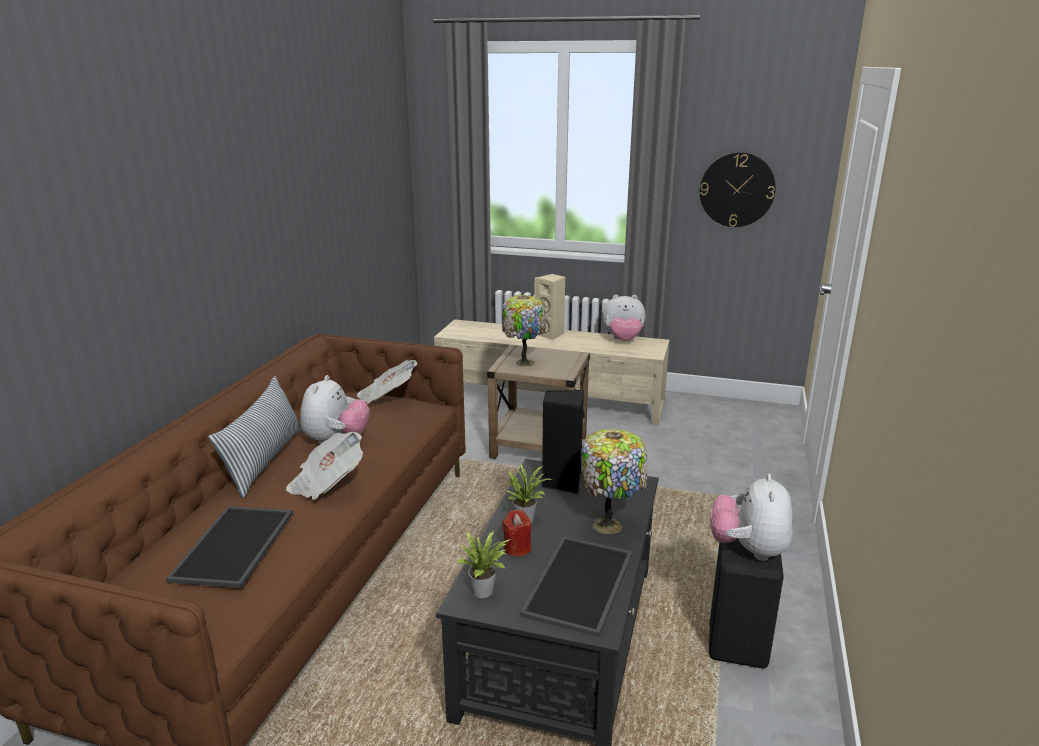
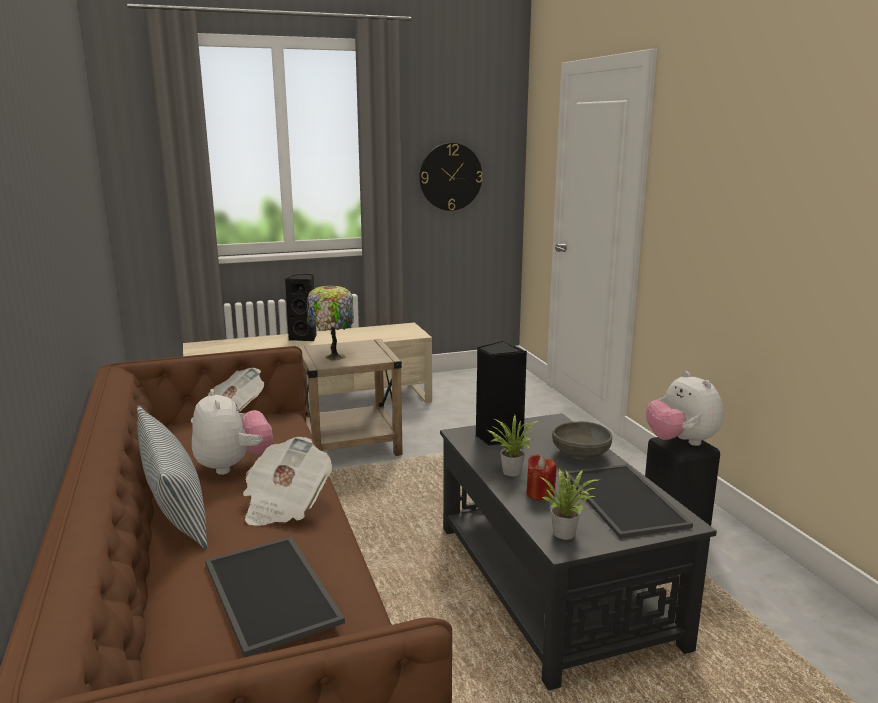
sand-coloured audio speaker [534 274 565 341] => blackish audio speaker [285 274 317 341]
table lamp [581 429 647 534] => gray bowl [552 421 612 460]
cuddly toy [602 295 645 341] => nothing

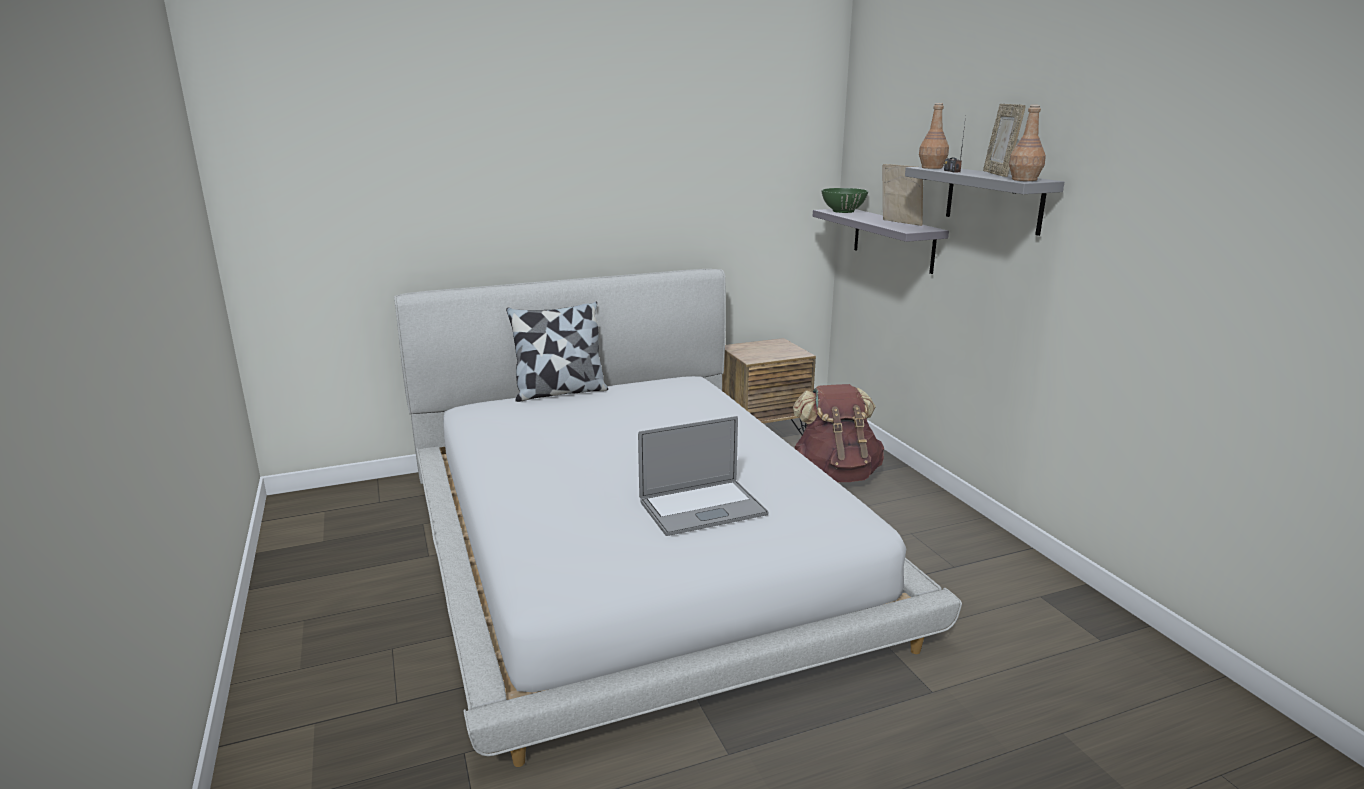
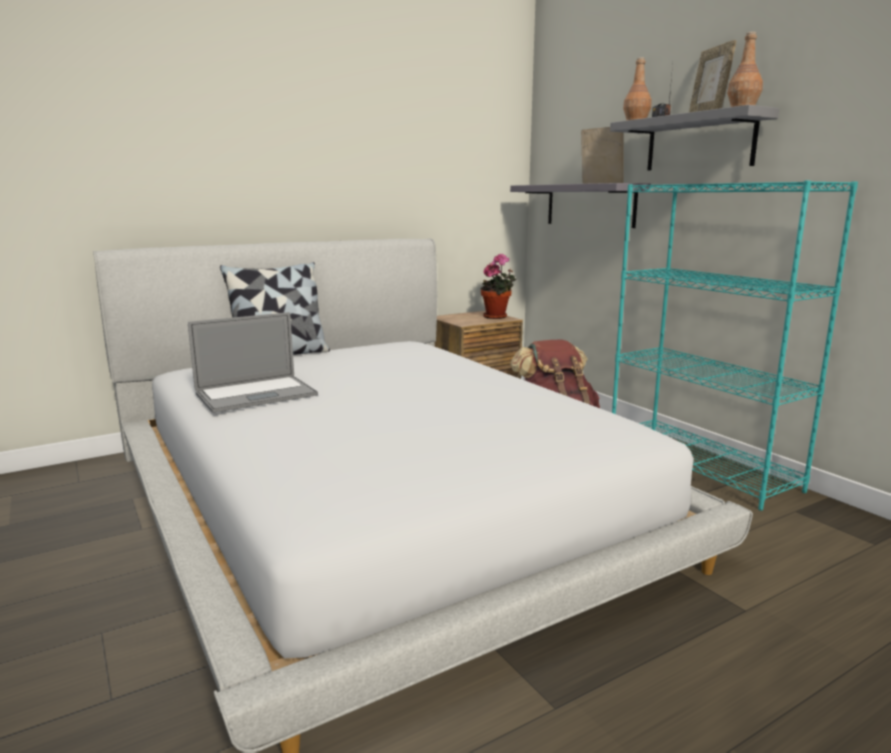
notebook computer [638 416 768 536] => notebook computer [188 312 318 413], relocated
nothing => plant in a pot [481 254 516 319]
nothing => blue-green shelving unit [612 180 858 511]
green-coloured bowl [821 188 868 213] => nothing

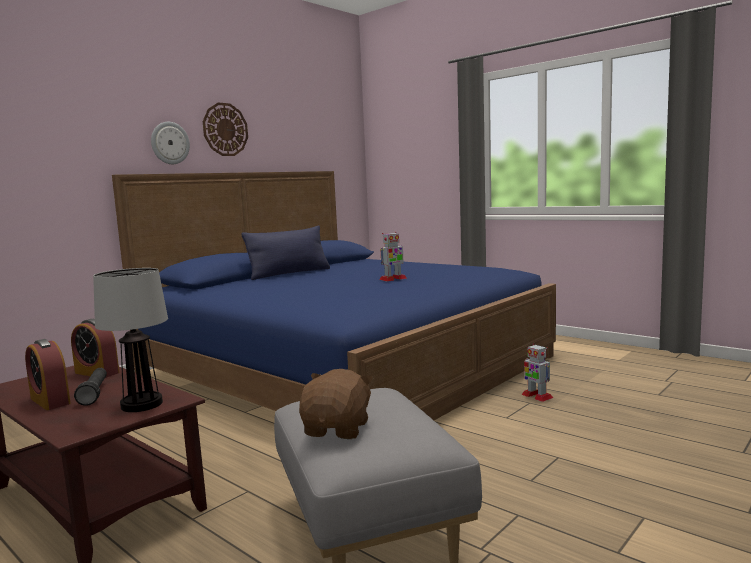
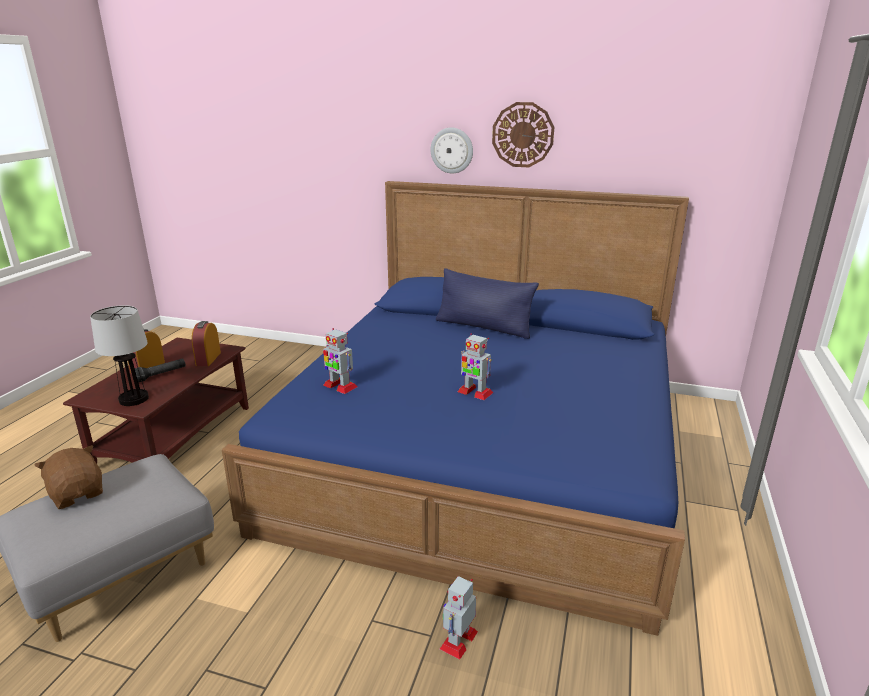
brown cuddly toy [299 369 373 439] => brown cuddly toy [34 445 103 509], 120 degrees counterclockwise
nothing => model robot [323 328 357 394]

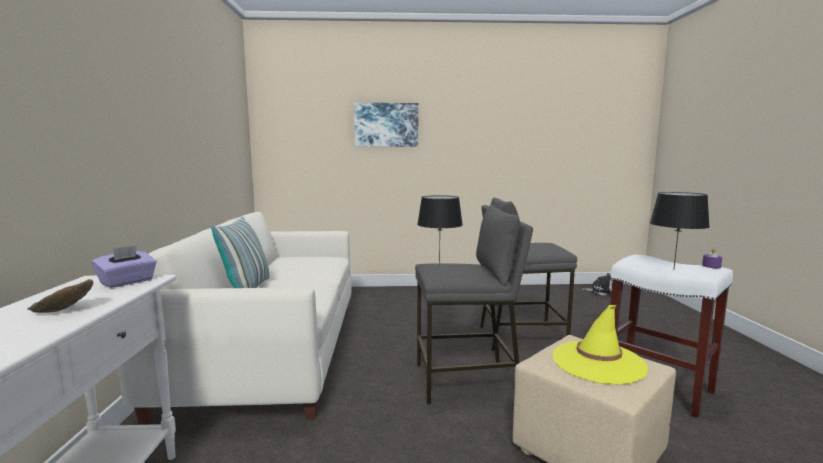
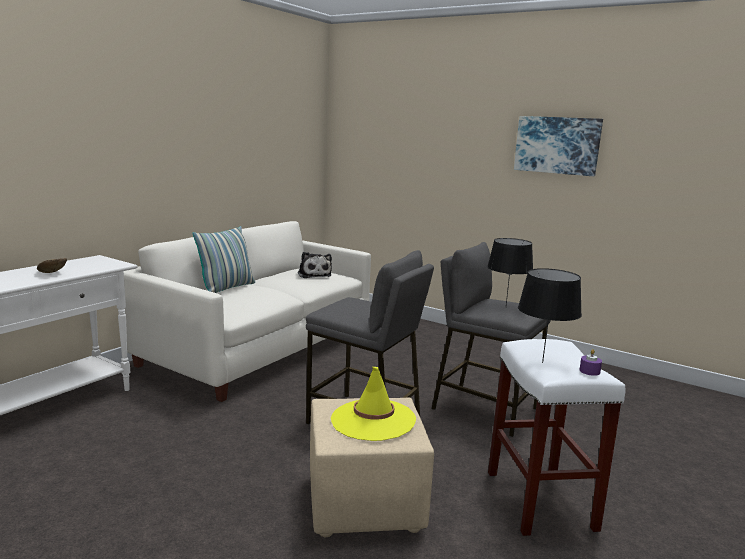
cuddly toy [582 273 613 296] => cuddly toy [298 252 332 278], relocated
blackish table lamp [417 195 463 265] => blackish table lamp [487 238 533 305], relocated
wall art [354 103 418 147] => wall art [514 116 603 176], relocated
purplish box of tissues [92 245 157 288] => nothing

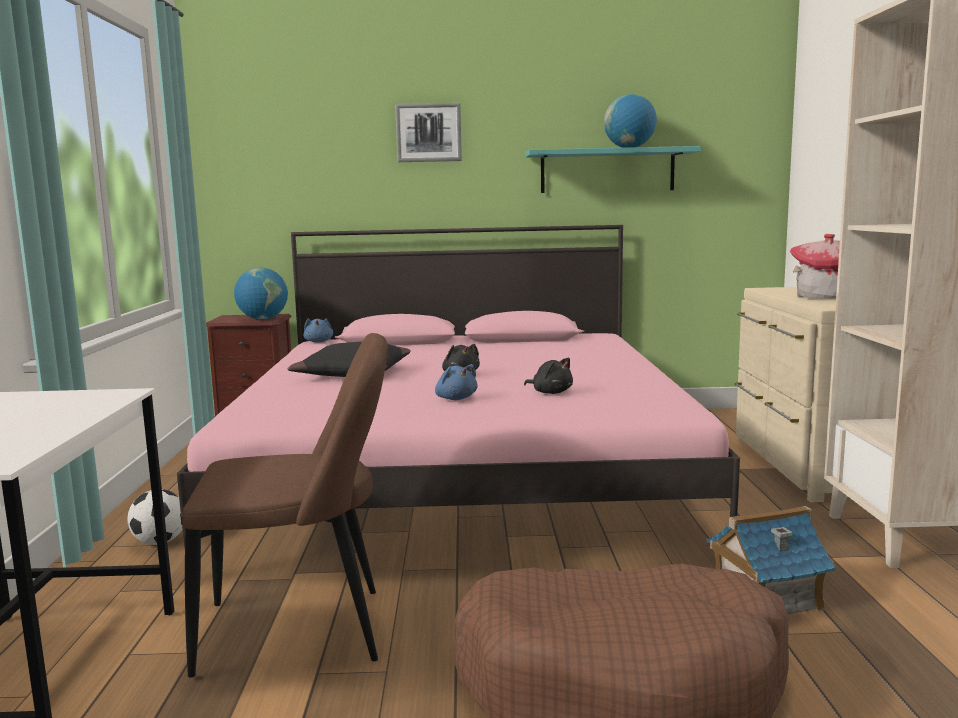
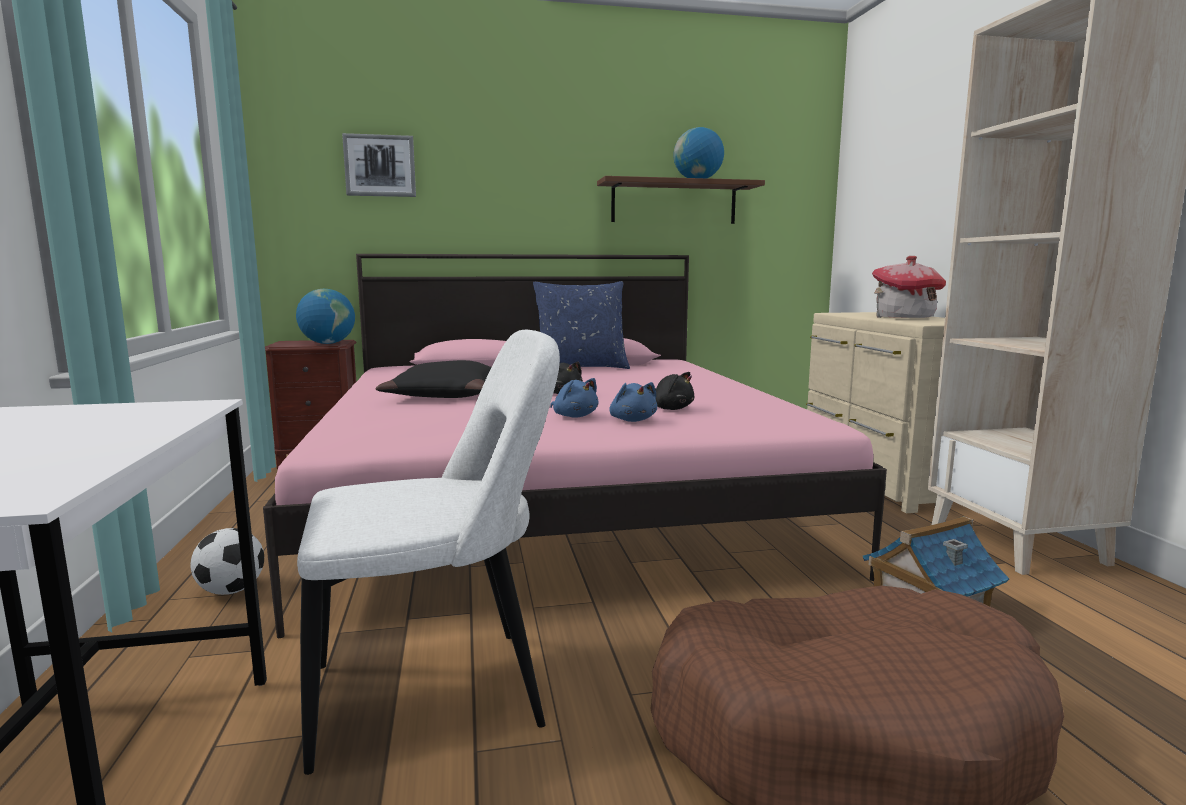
brown upright chair [182 333 388 678] => white upright chair [297 330 560 775]
wall art [395 103 462 162] => wall art [342 133 416 197], relocated
nothing => blue throw pillow [533 281 630 369]
blue-green shelf [526 146 701 193] => brown shelf [597 176 765 224]
blue cuddly toy [303 318 333 343] => blue cuddly toy [609 382 657 422], relocated

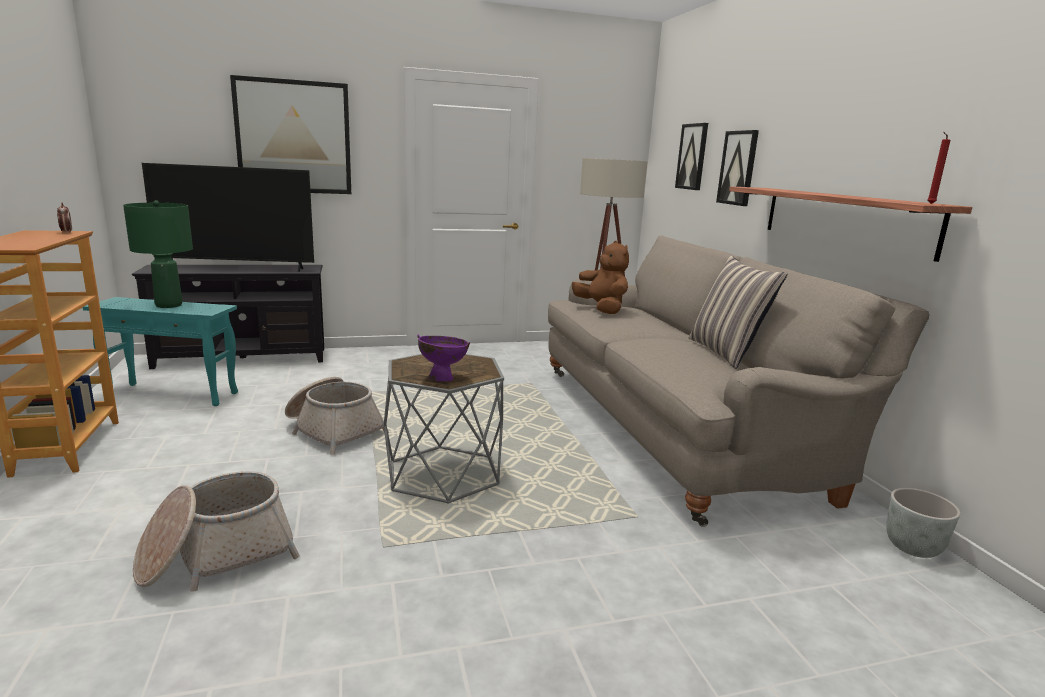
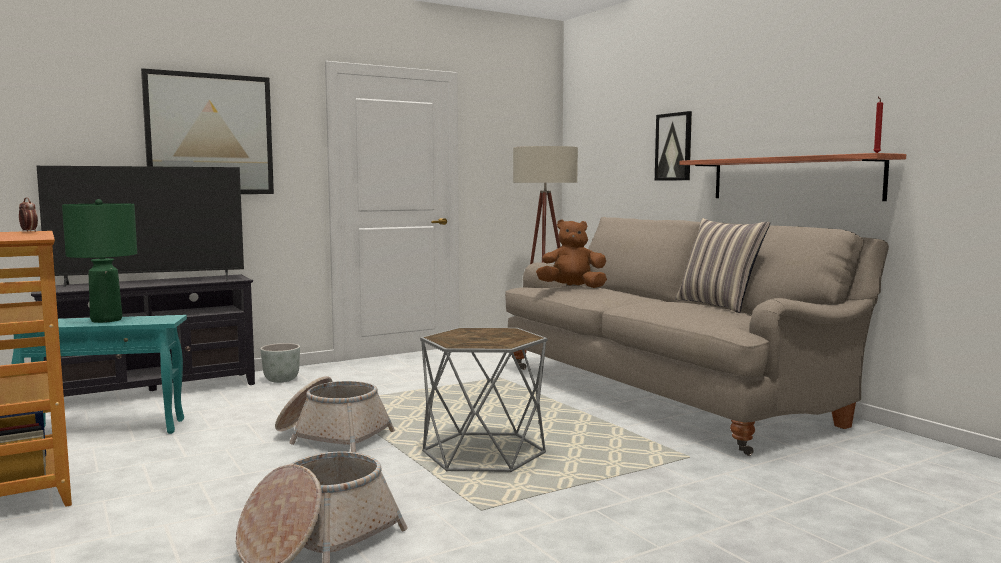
gray planter [886 488 960 558] => gray planter [260 343 300 383], relocated
brown cuddly toy [572 241 629 314] => brown cuddly toy [536 219 607 288], 45 degrees counterclockwise
purplish bowl [417 335 470 382] => nothing
wall art [675 123 708 190] => nothing

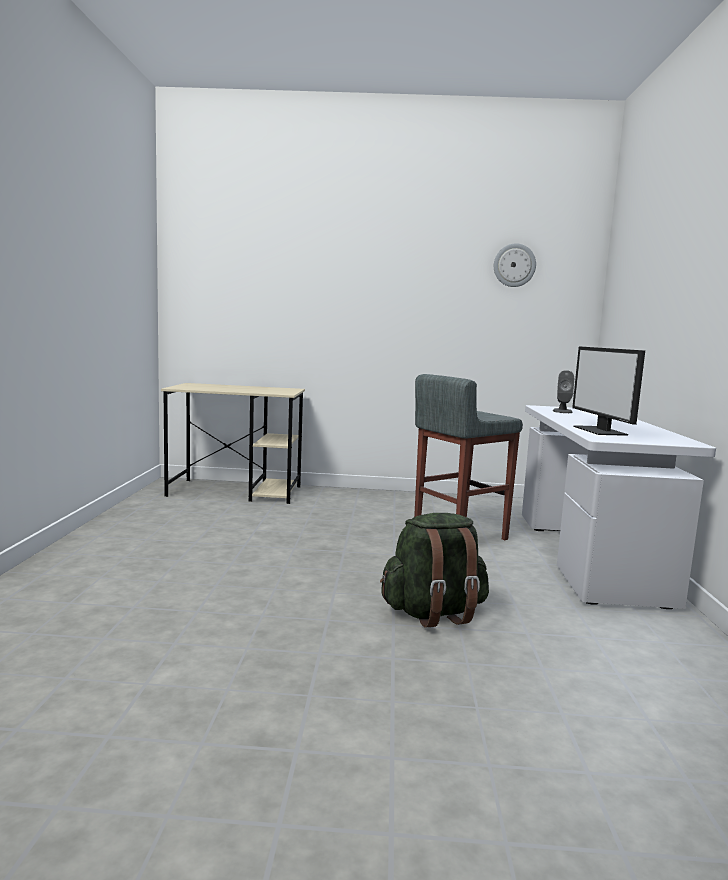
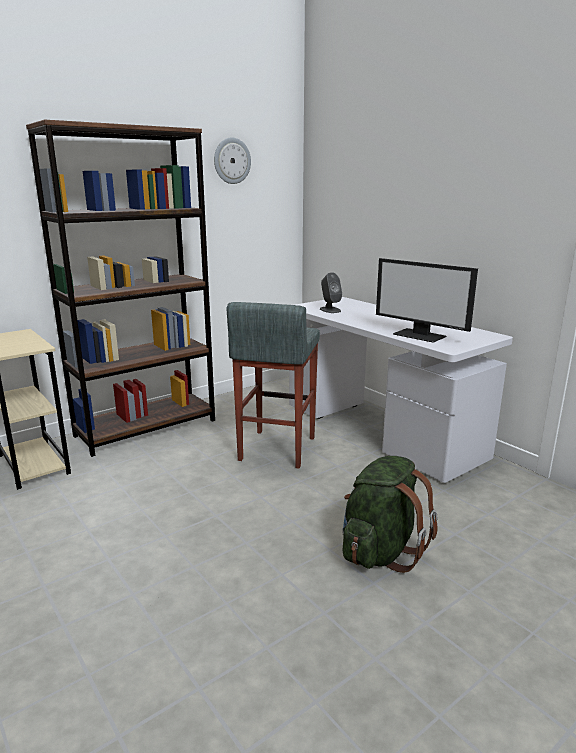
nothing => brown shelving unit [26 120 215 457]

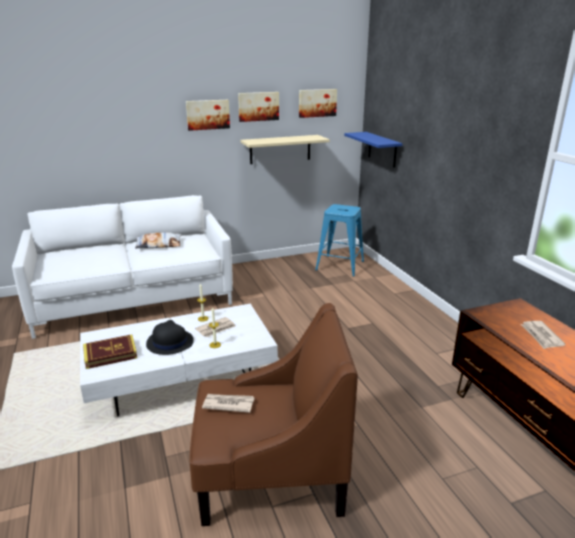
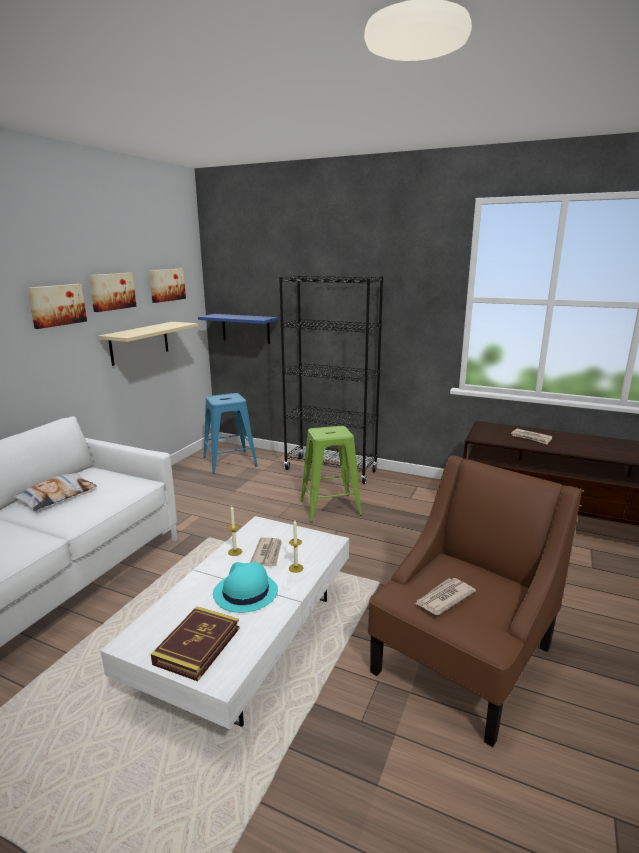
blackish clothing hat [146 320 194 355] => blue-green clothing hat [213 562 278 613]
nothing => blackish shelving unit [279 275 384 484]
nothing => green-coloured sitting stool [300 426 362 522]

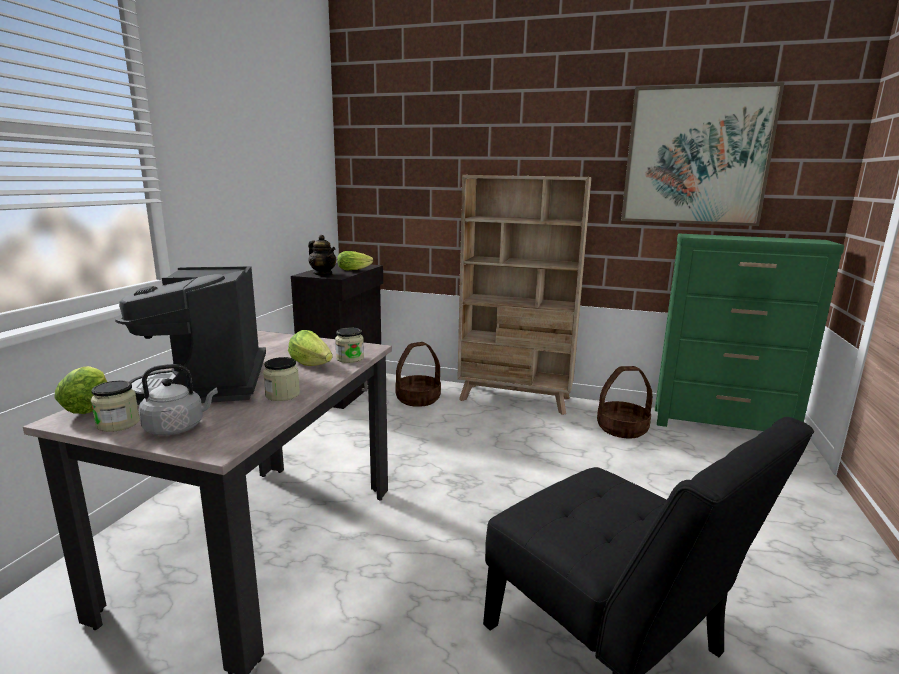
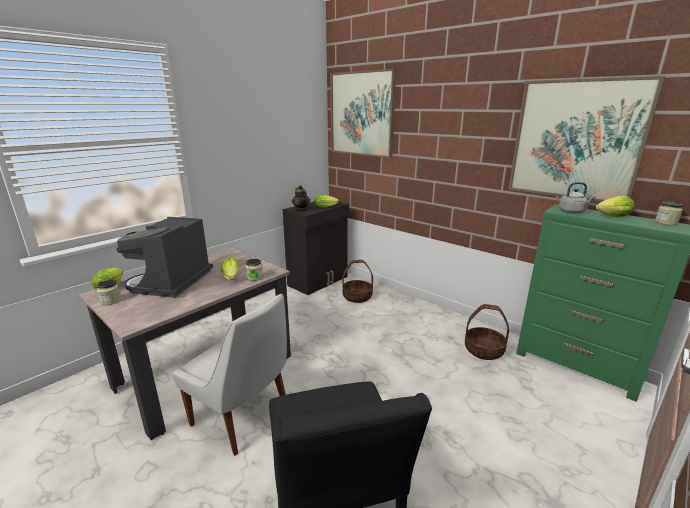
nothing => white upright chair [172 294 287 456]
nothing => wall art [330 69 396 158]
gray tea kettle [139 364 218 435] => gray tea kettle [559 182 595 213], relocated
nothing => head of lettuce [596 196 634 217]
storage jar [263 357 300 401] => storage jar [655 202 683 225], relocated
sand-coloured shelving unit [457 175 592 415] => nothing

